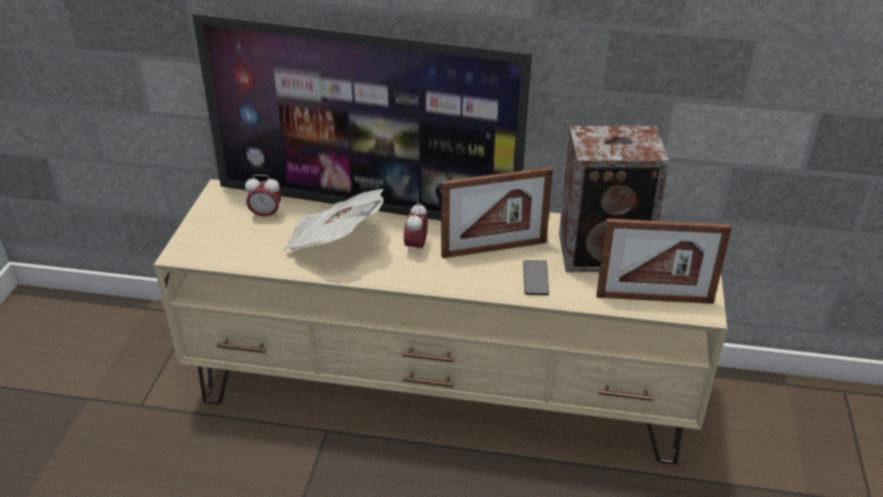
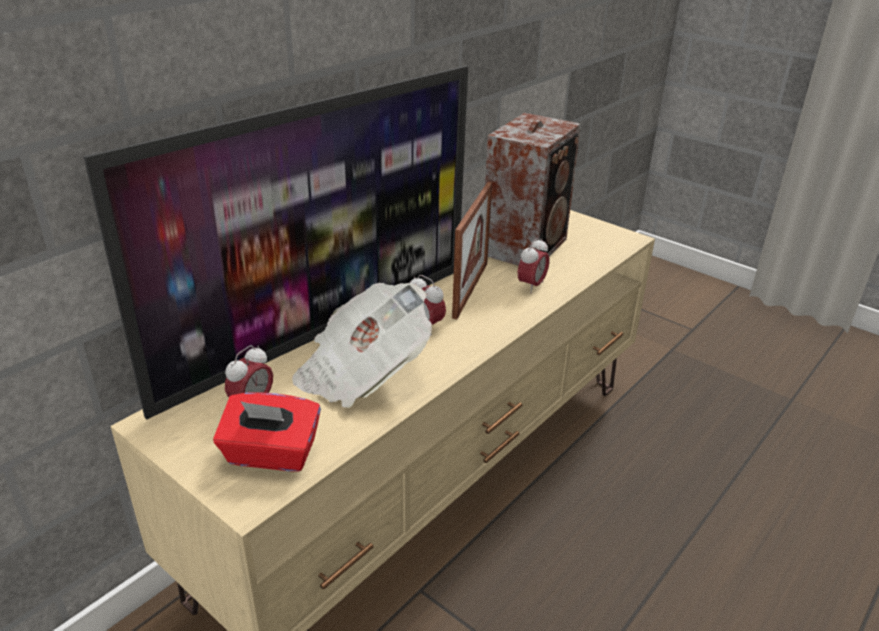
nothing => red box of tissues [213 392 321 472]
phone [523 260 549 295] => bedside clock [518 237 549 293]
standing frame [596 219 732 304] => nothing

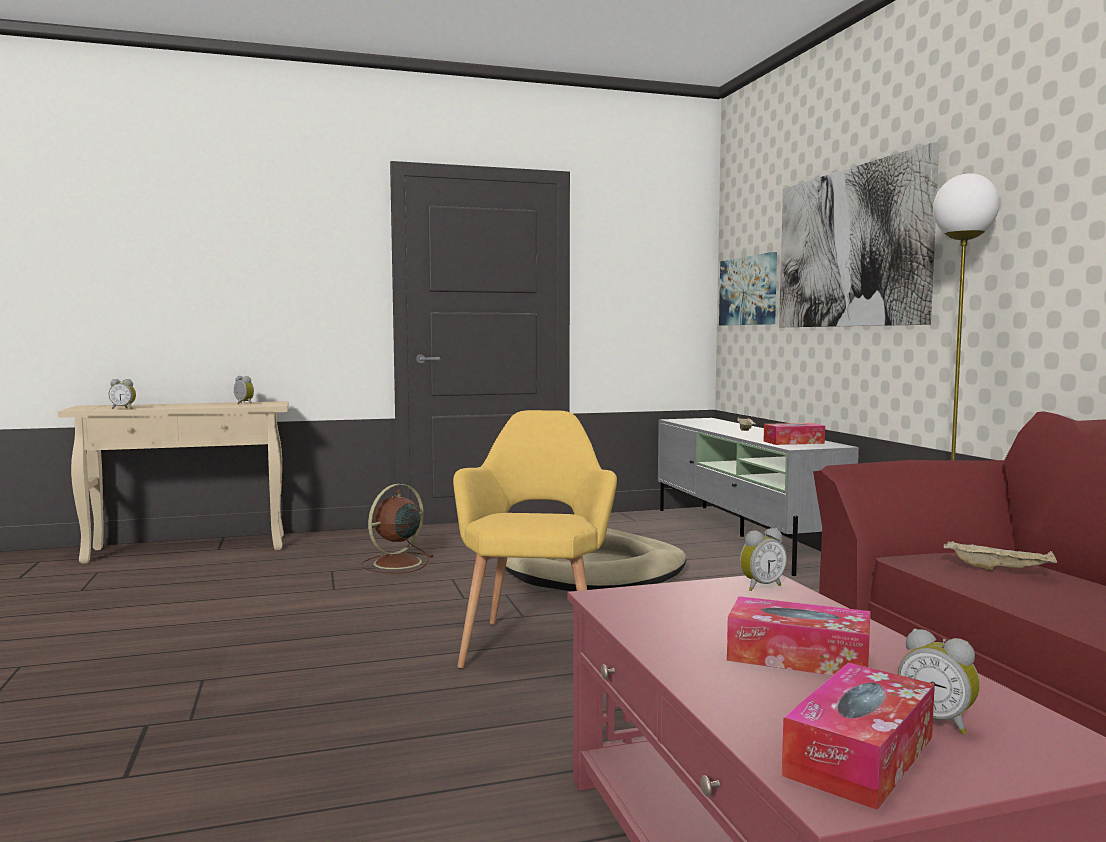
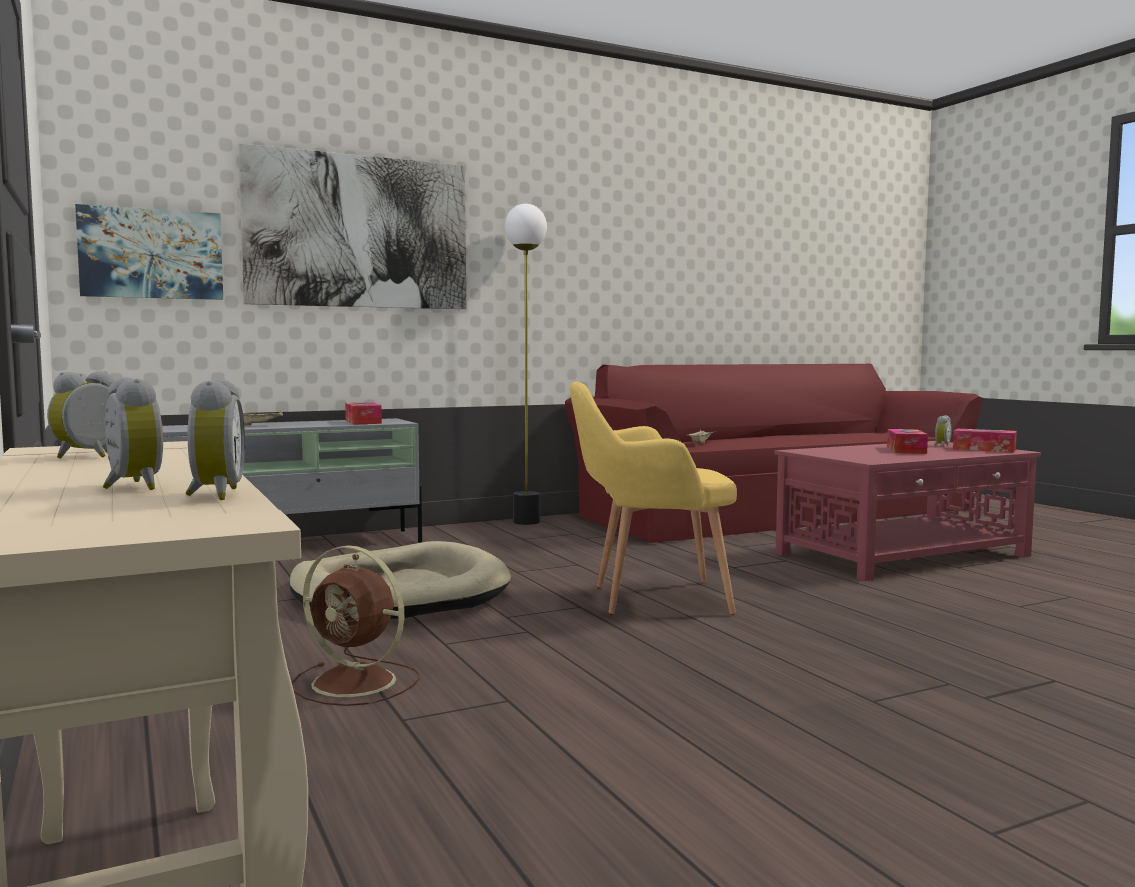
bedside clock [740 528 787 591] => bedside clock [102 377 163 490], relocated

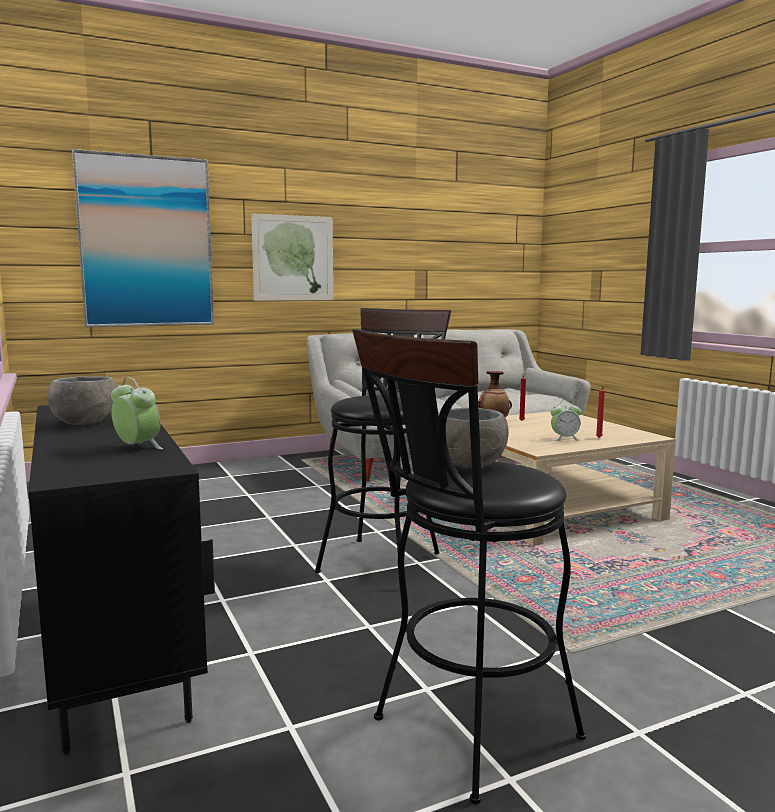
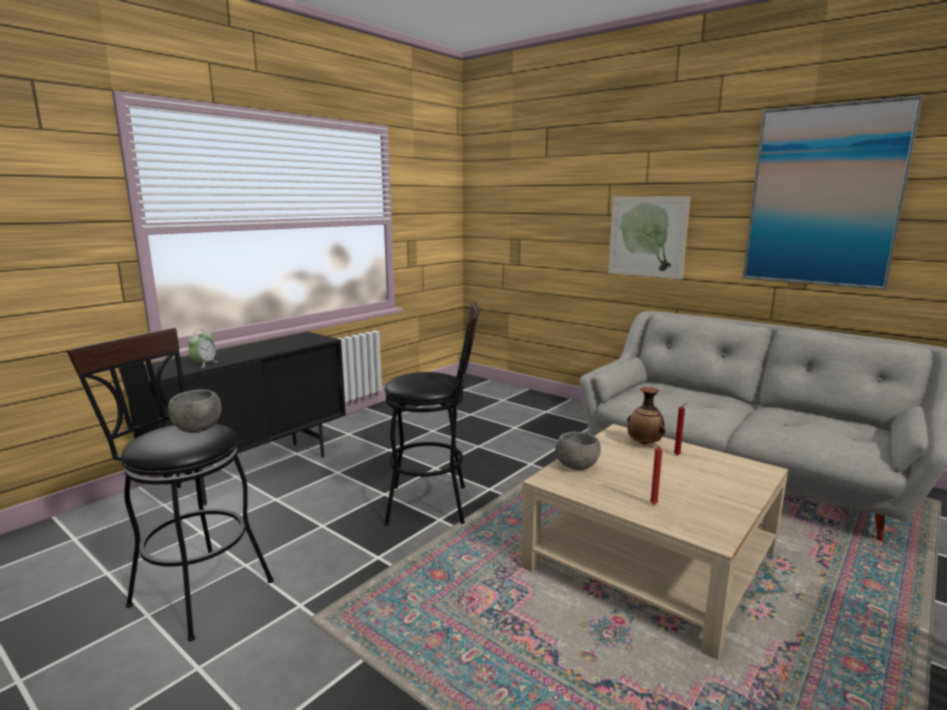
gray bowl [48 376 117 425] => gray bowl [555 432 601 470], relocated
wall art [72 149 214 327] => wall art [743 96 923 290], relocated
bedside clock [550 404 581 441] => nothing

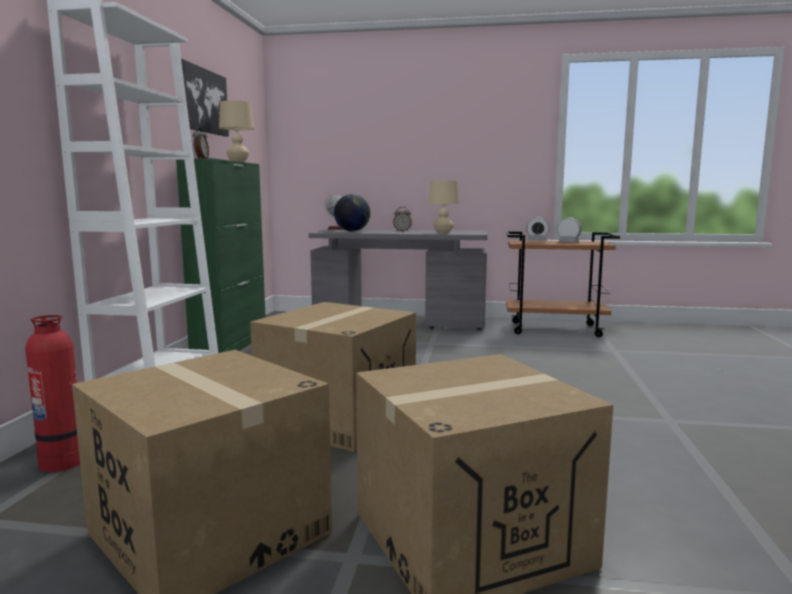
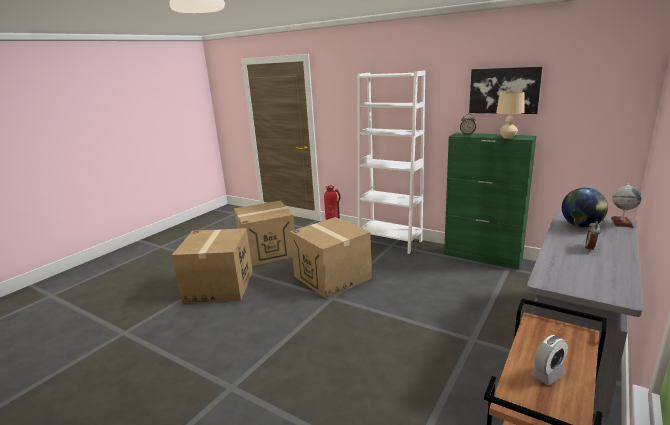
sand-coloured table lamp [429 181 459 234] => nothing
bedside clock [526 217 549 241] => nothing

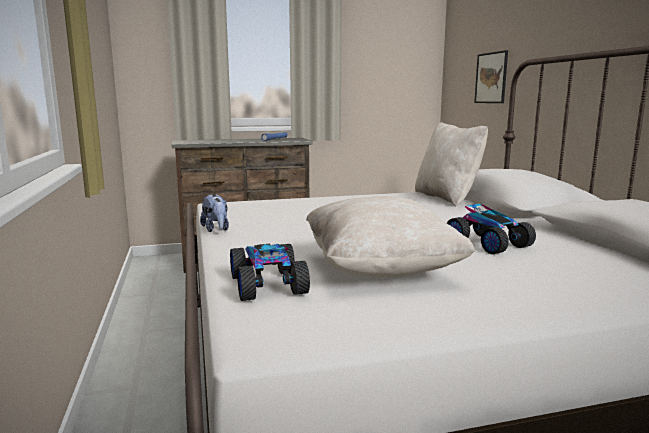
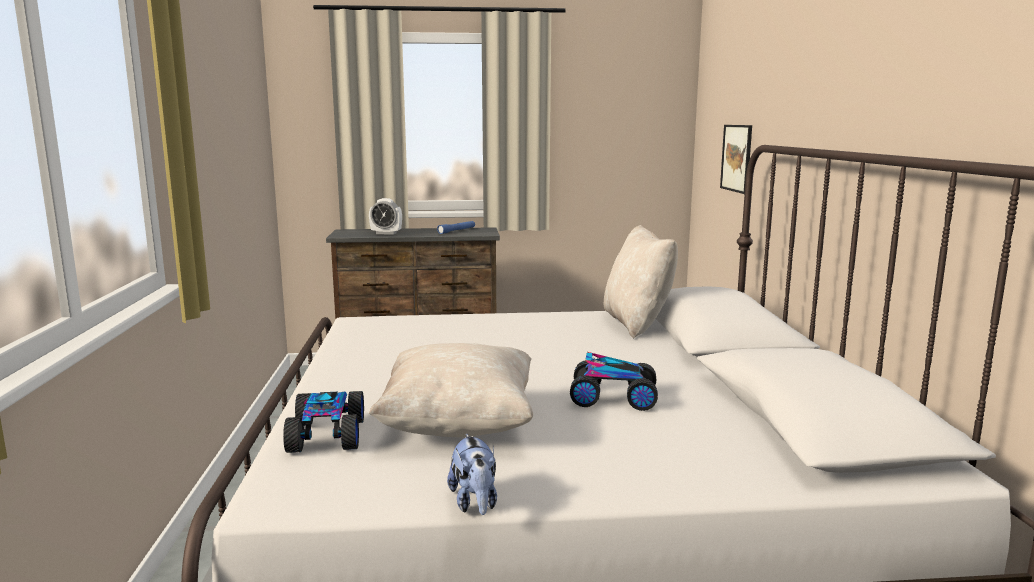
nothing => bedside clock [369 198 402 235]
cuddly toy [200 194 229 232] => cuddly toy [447 433 497 515], relocated
miniature car [447 203 536 254] => miniature car [570 352 658 411], 60 degrees counterclockwise

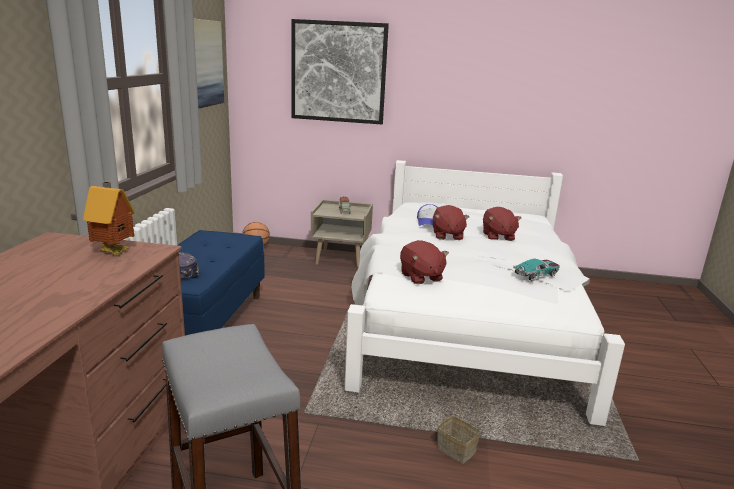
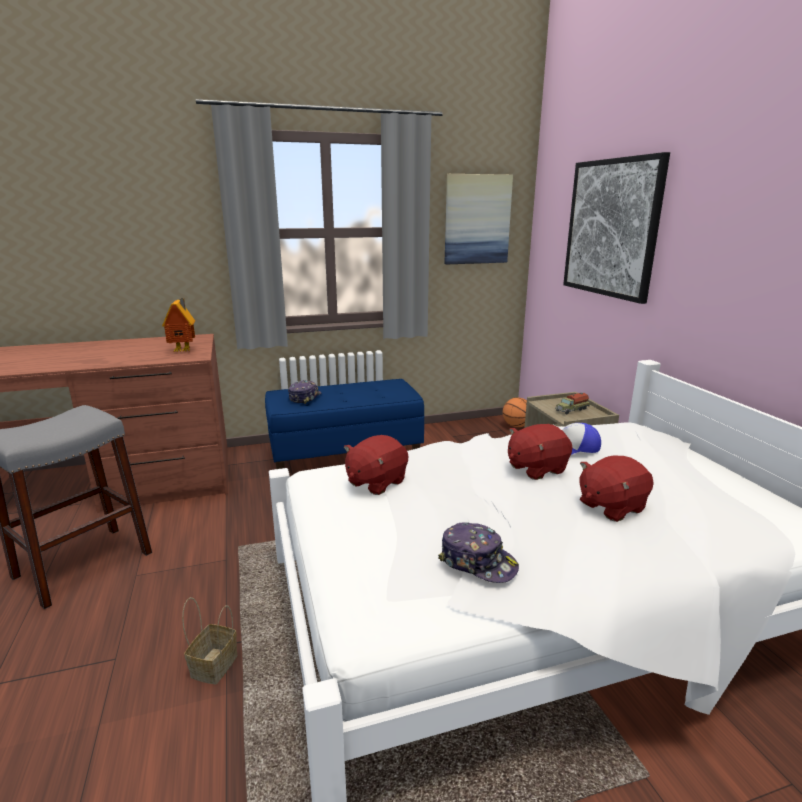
miniature car [513 258 560 281] => cap [438 522 519 583]

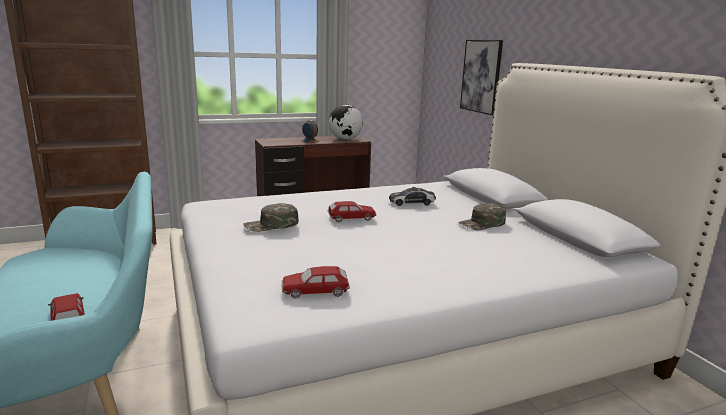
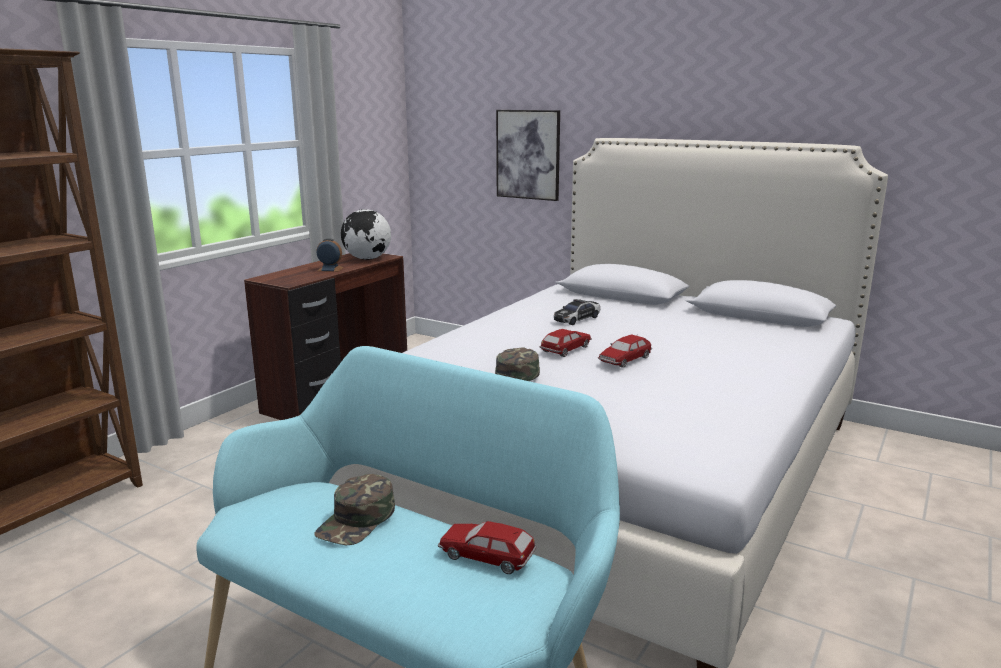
green-coloured cap [458 203 506 230] => green-coloured cap [315 474 395 545], relocated
miniature car [282 266 350 299] => miniature car [598 334 652 368], relocated

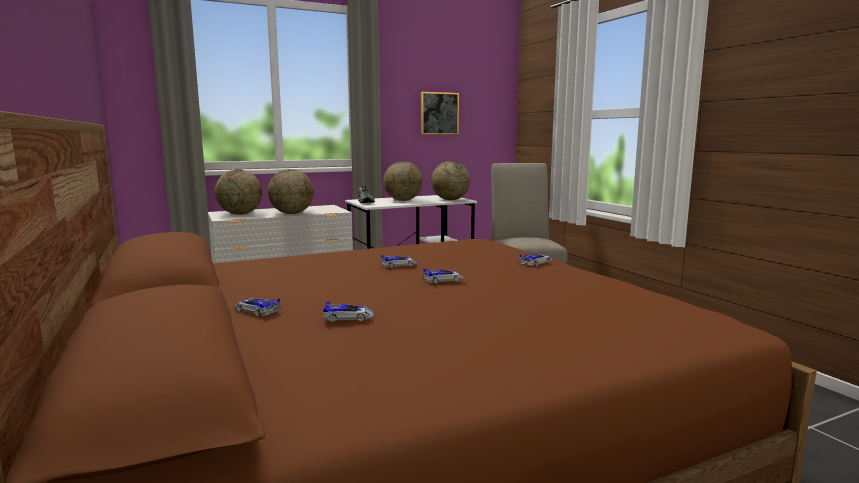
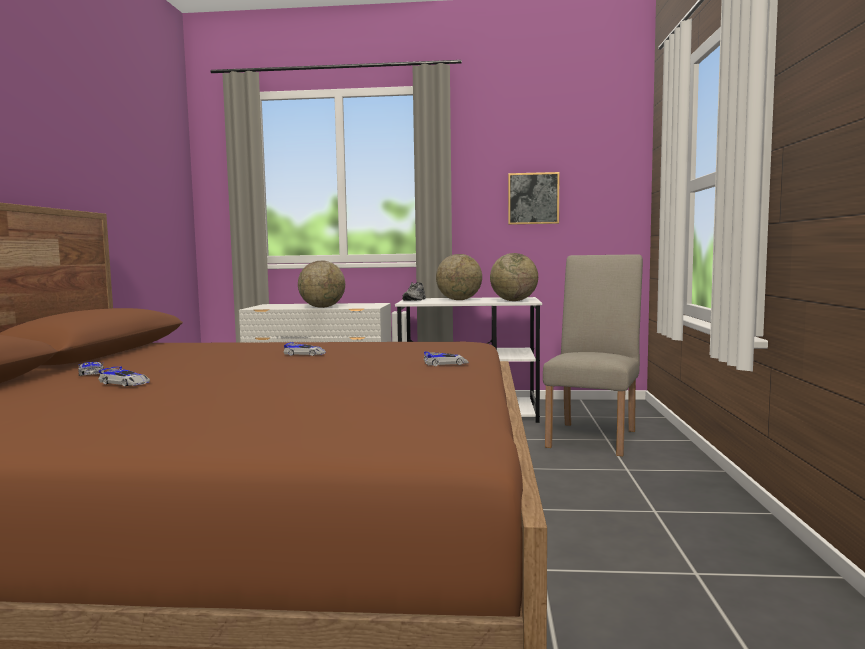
globe [215 169 262 214] => nothing
miniature car [423 269 464 284] => nothing

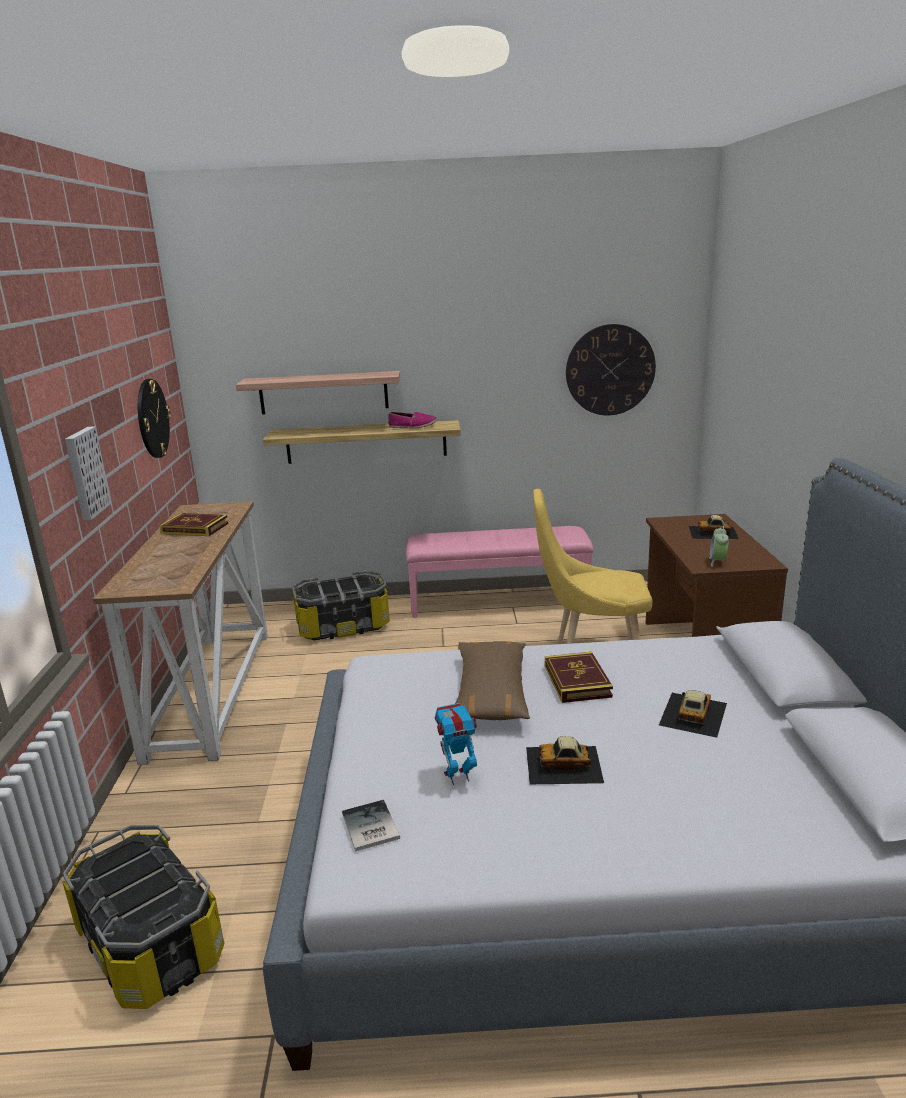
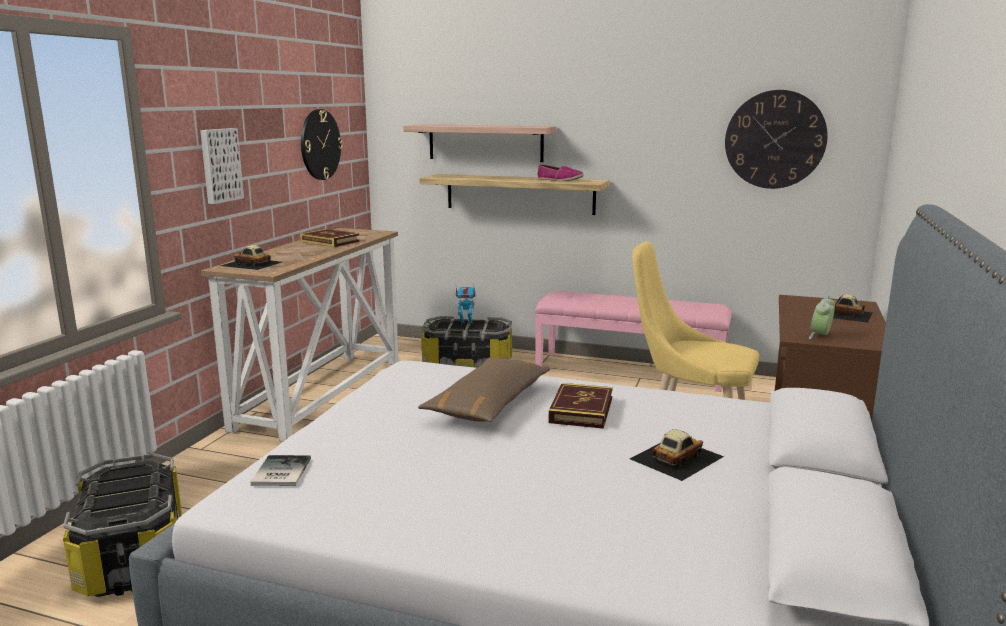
miniature car [526 736 604 784] => miniature car [220 245 282 270], relocated
model robot [435 703 477 785] => model robot [456 284 476 324], relocated

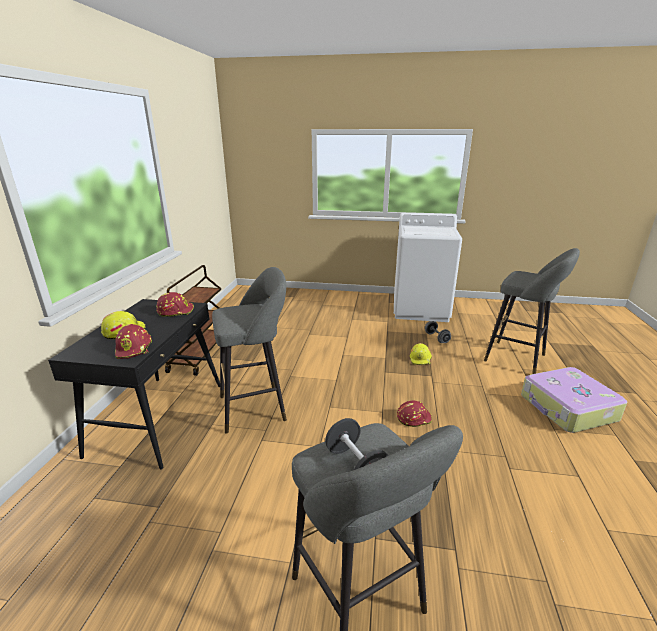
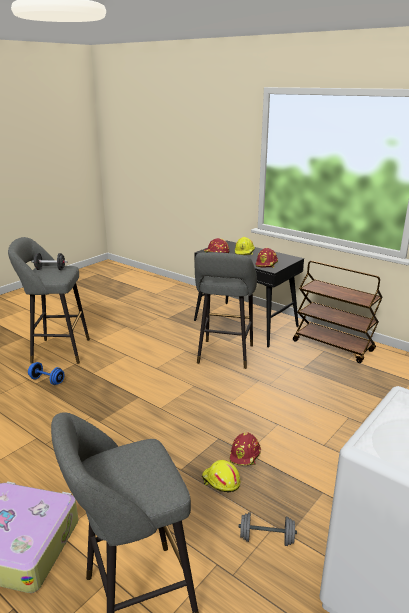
nothing => blue free weight [28 362 64 385]
red safety helmet [397 401 432 427] => red safety helmet [230 432 261 466], relocated

